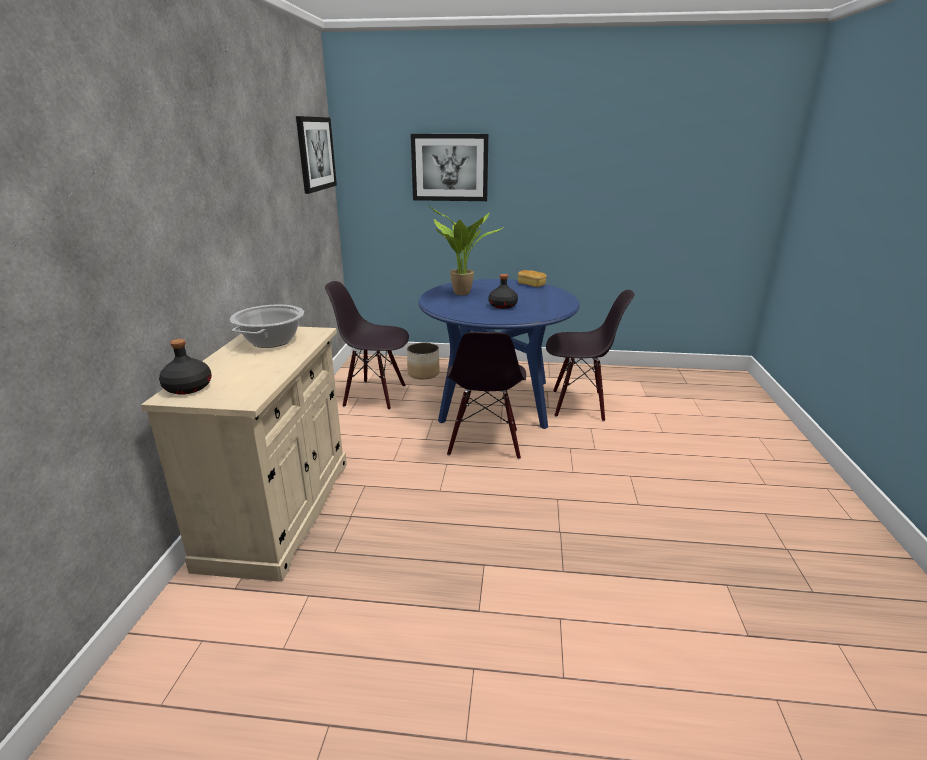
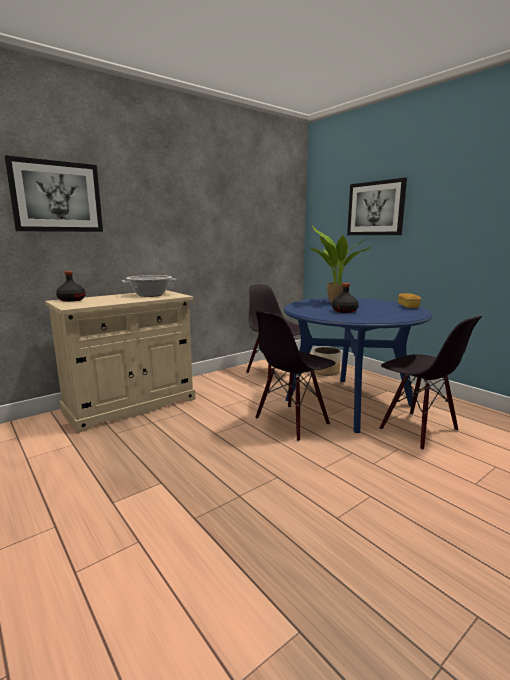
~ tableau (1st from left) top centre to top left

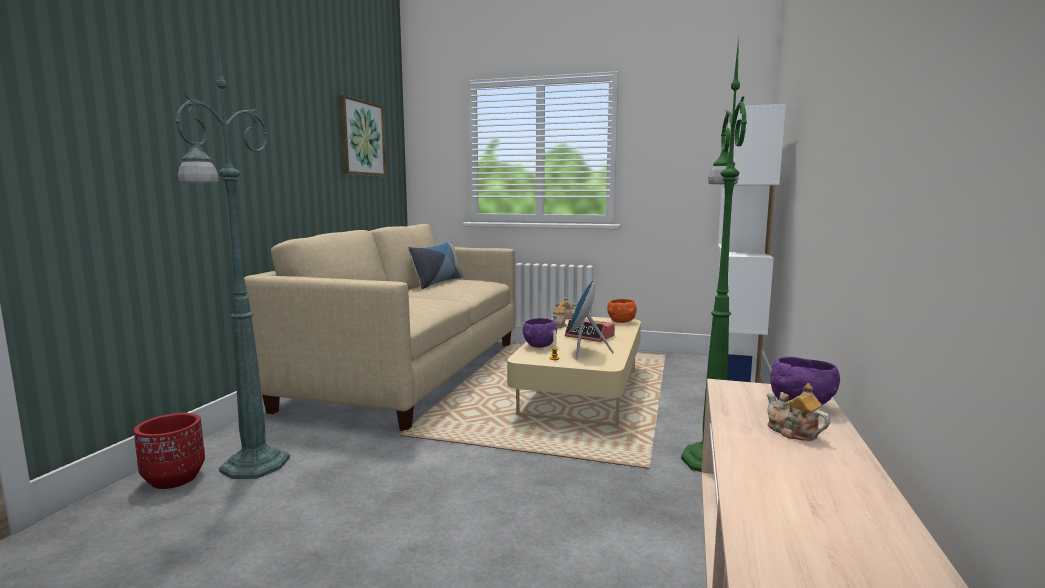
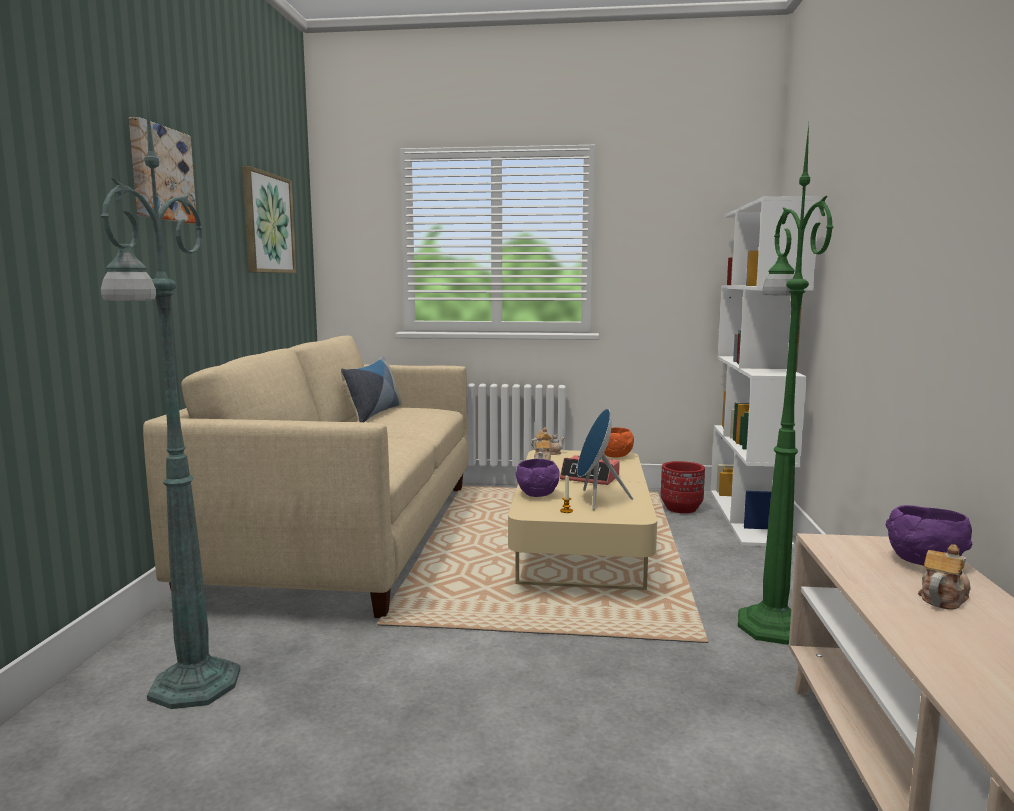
+ tableau (1st from left) top left
~ cache-pot (rouge) bottom left to middle right
~ théière (3rd from left) bottom right = bottom right 90 degrees clockwise

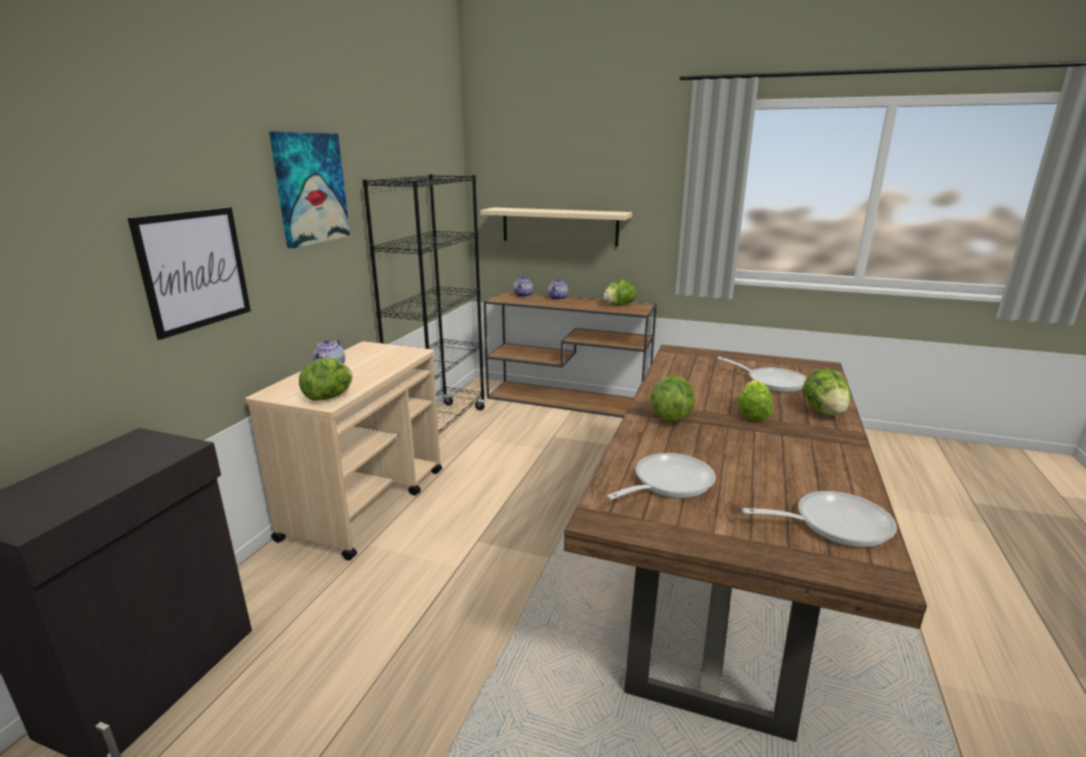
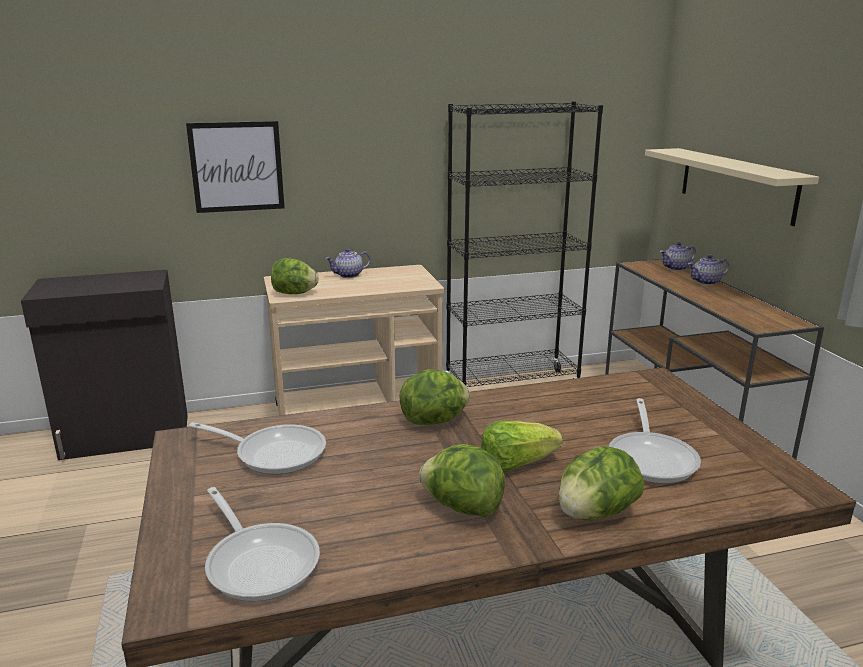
- tableau (2nd from left) top left
~ laitue (2nd from left in the first image) centre to laitue (3rd from left) bottom centre

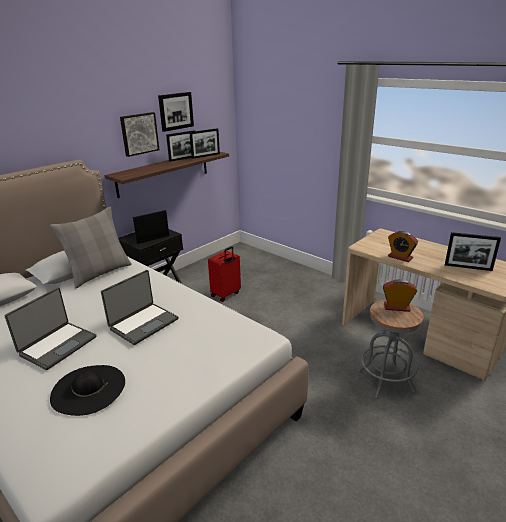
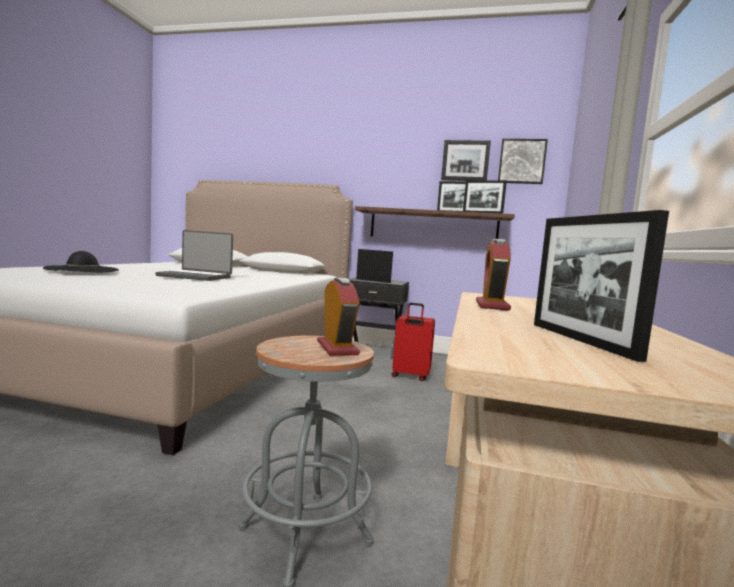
- ordinateur portable (1st from left) middle left
- coussin (gris) middle left
~ tableau (1st from left in the first image) top left to tableau (2nd from left) top right

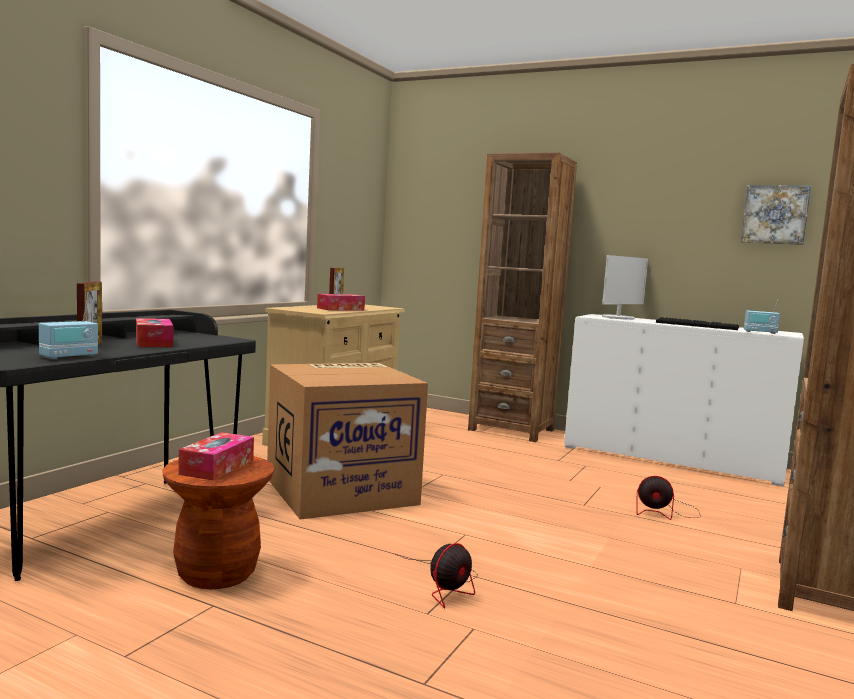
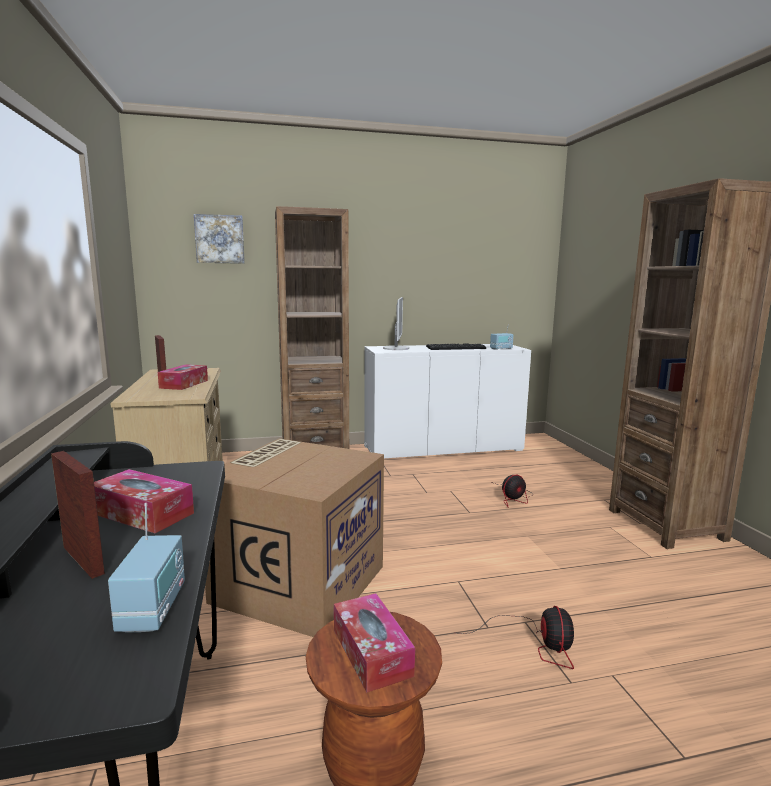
~ tableau top right to top left

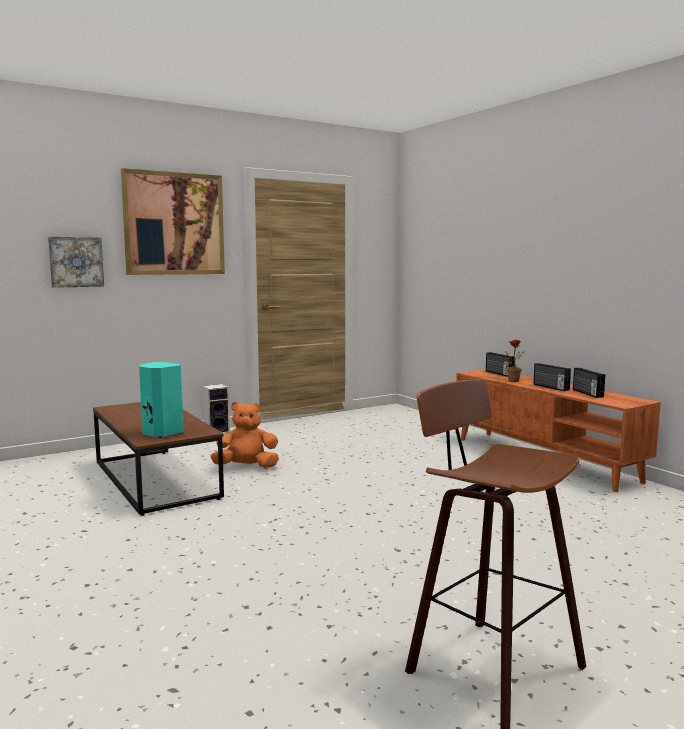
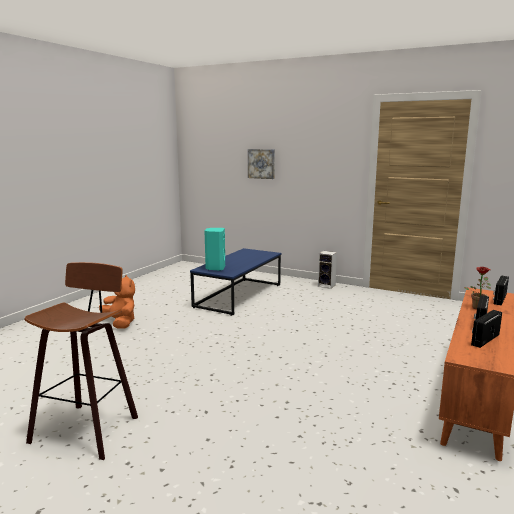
- tableau (2nd from left) top left
~ peluche (orange) centre to middle left
~ table basse (marron) middle left to table basse (bleu) centre

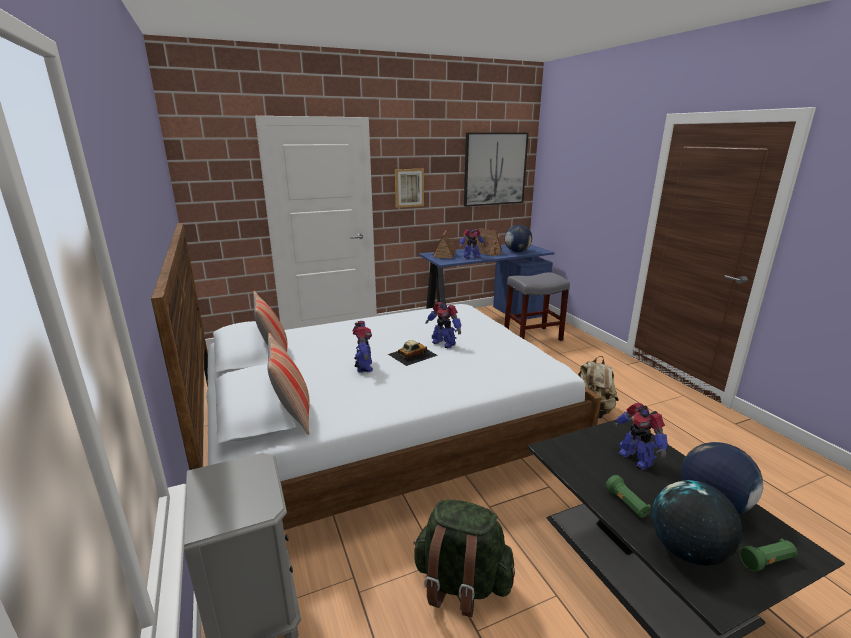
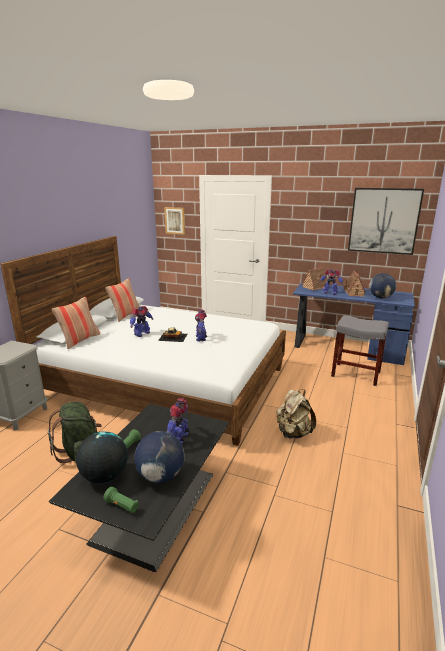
~ tableau (1st from left) top centre to centre

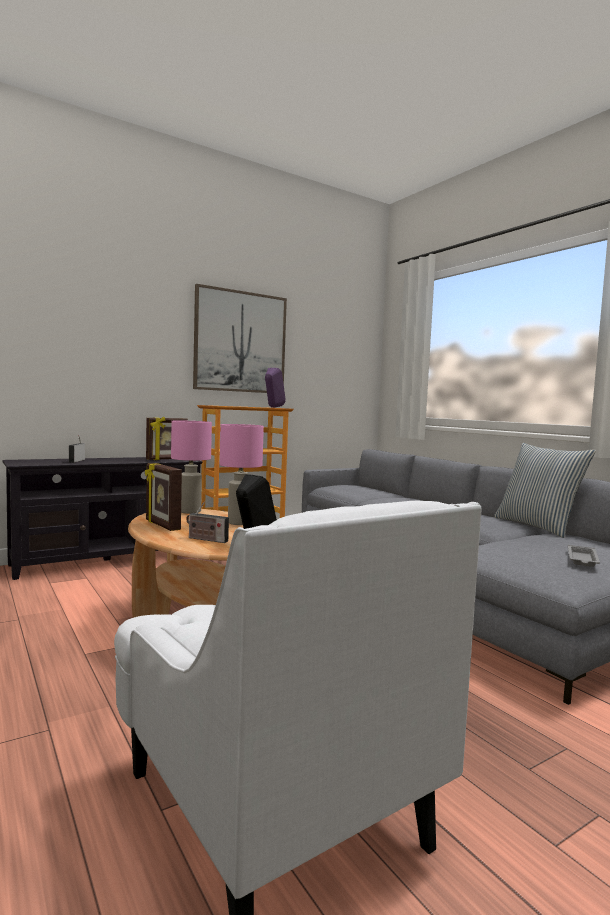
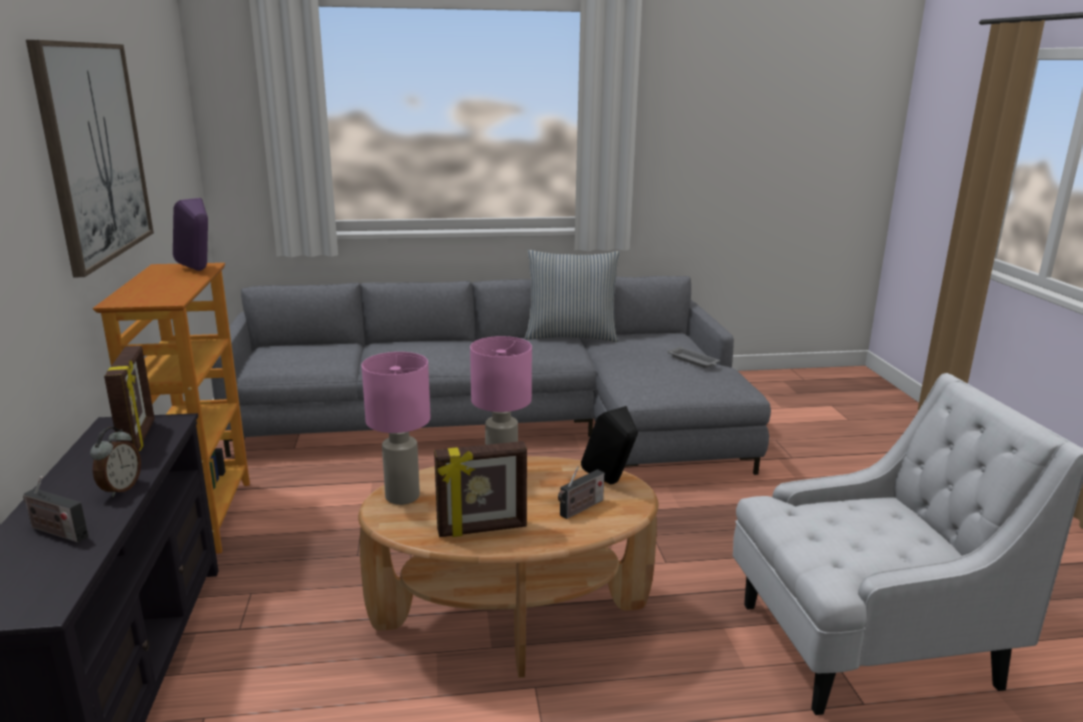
+ réveil middle left

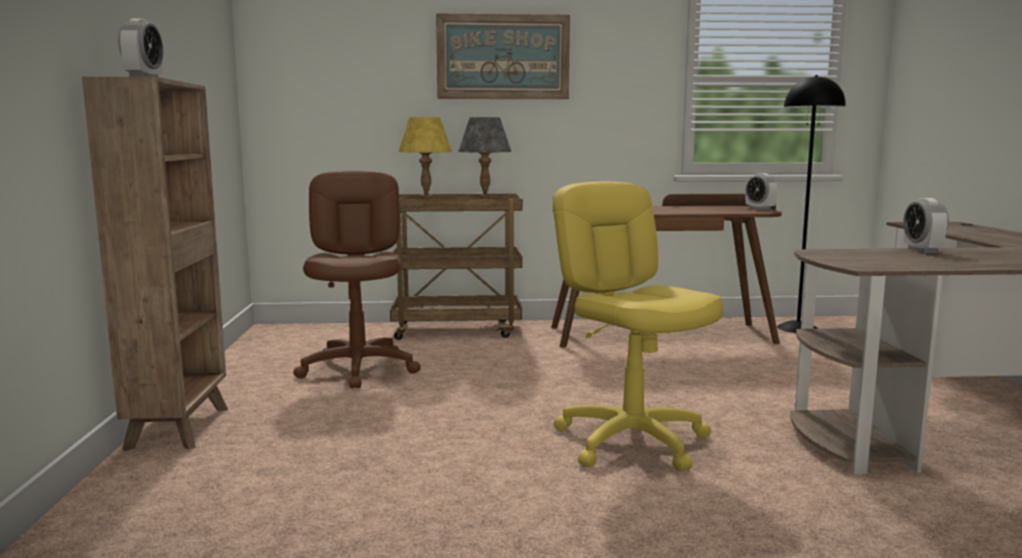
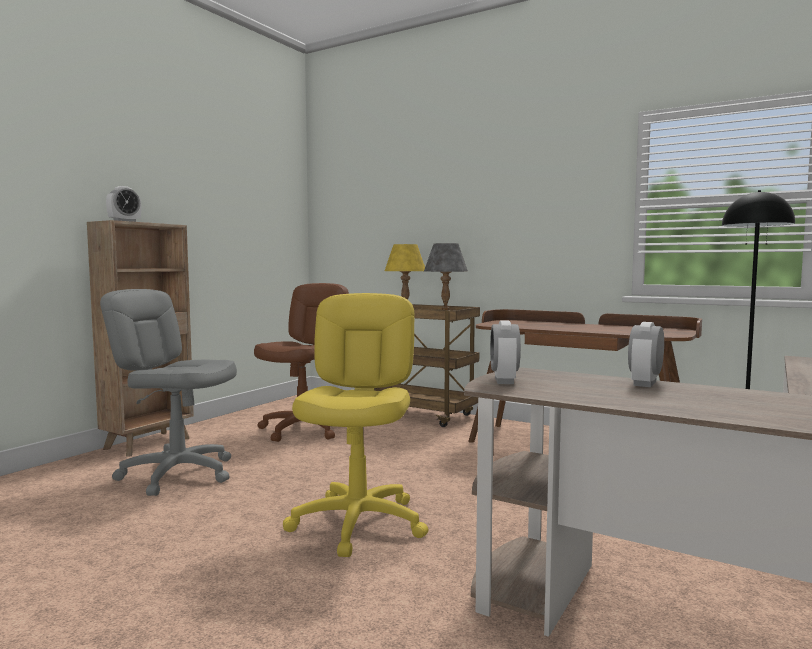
- tableau top centre
+ chaise de bureau (gris) middle left
~ réveil (2nd from left) middle right to centre

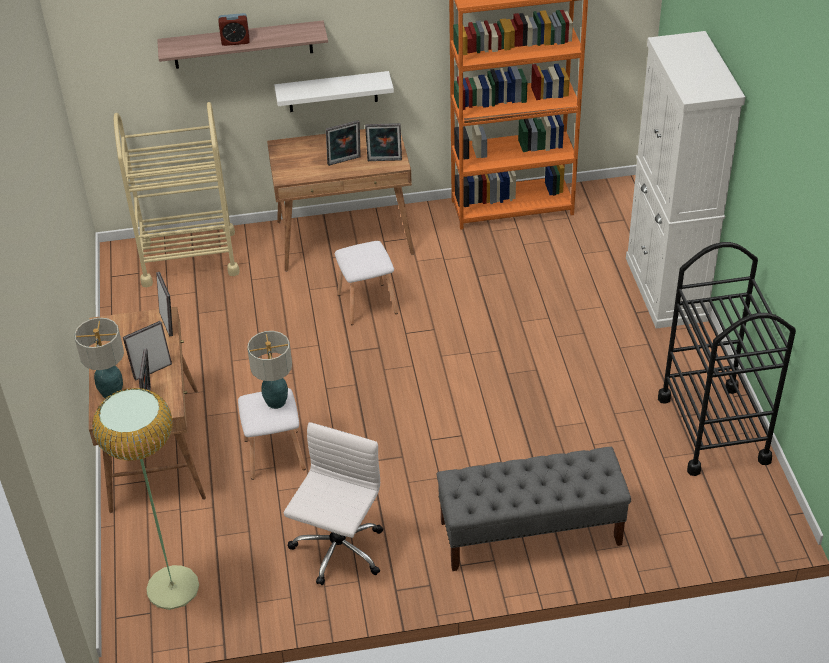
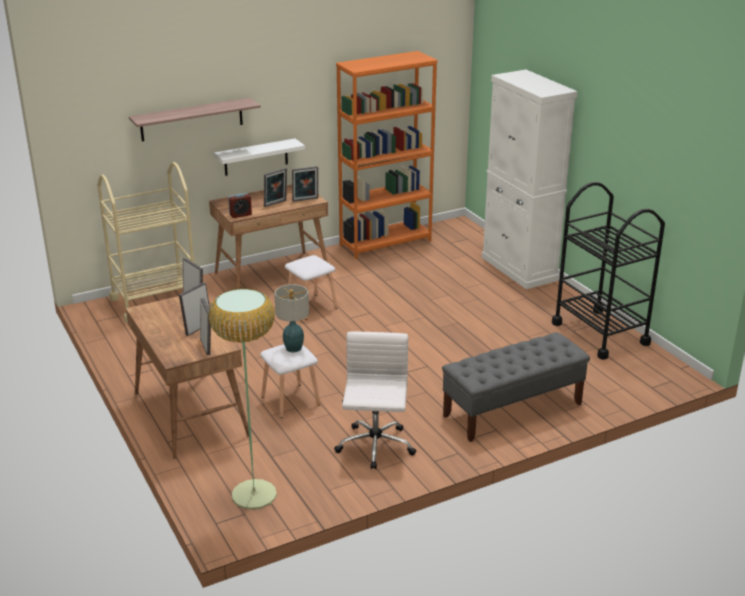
- lampe de table (1st from left) middle left
~ réveil top left to middle left

